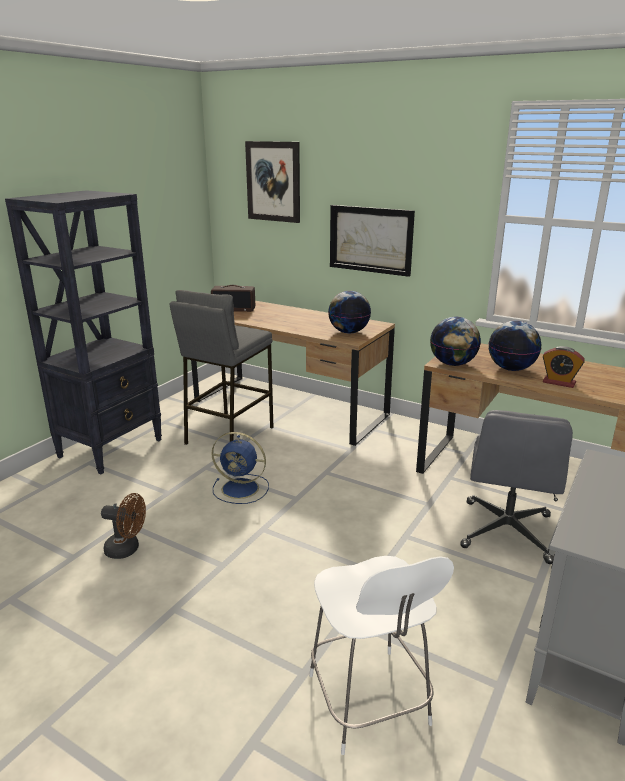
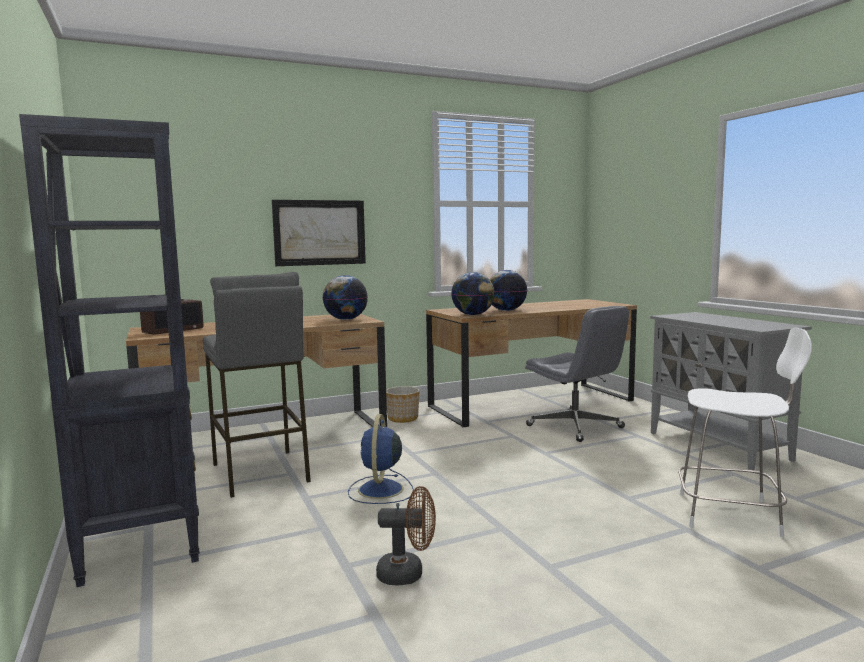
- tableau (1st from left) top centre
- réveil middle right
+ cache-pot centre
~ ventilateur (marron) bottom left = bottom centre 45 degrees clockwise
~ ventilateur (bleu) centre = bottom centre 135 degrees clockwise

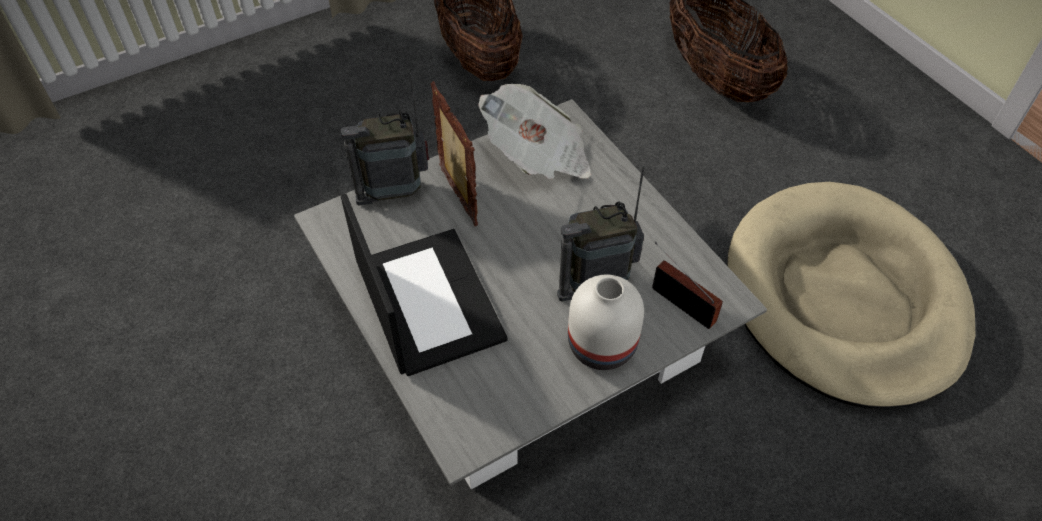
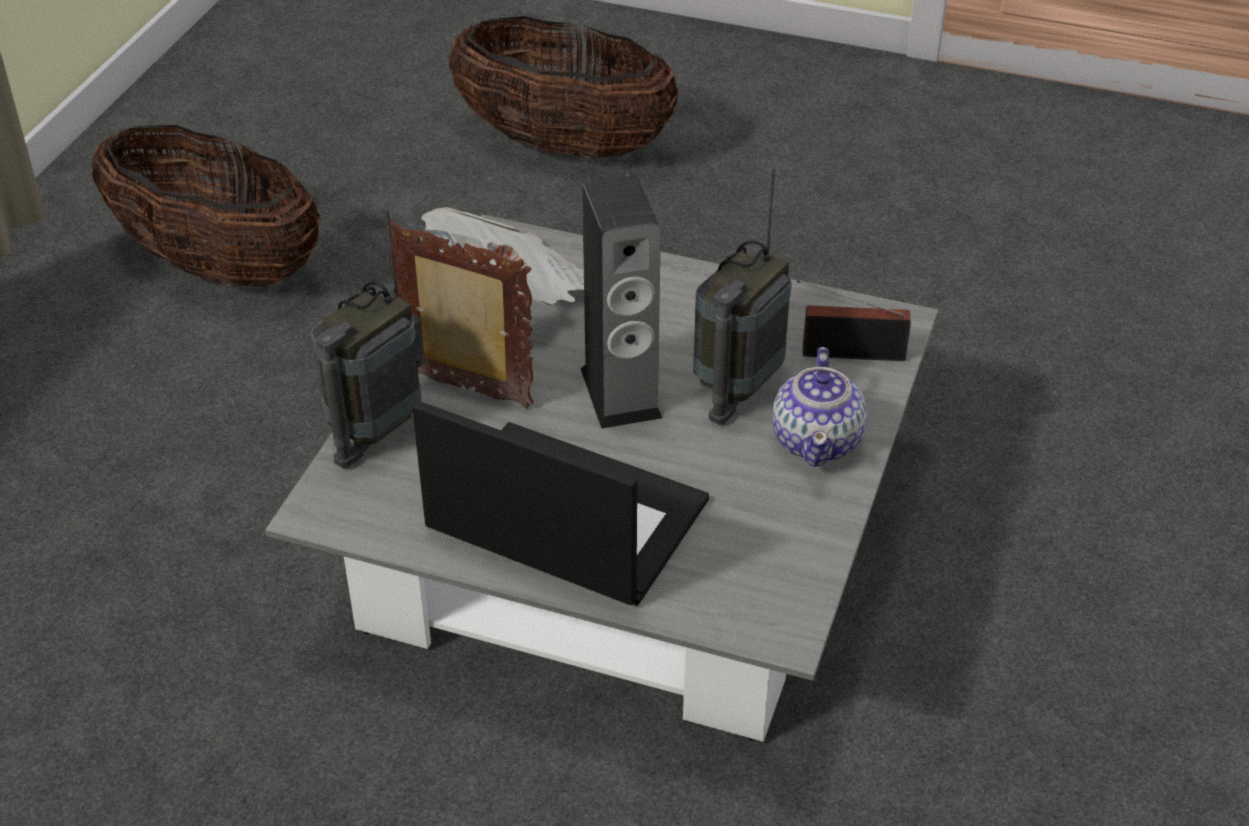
- panier pour chien (beige) middle right
+ enceinte centre
~ vase (blanc) centre to théière centre

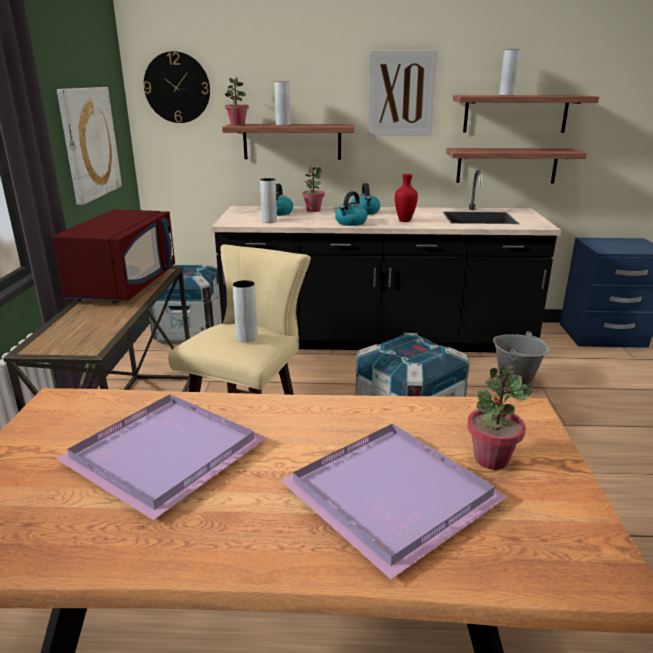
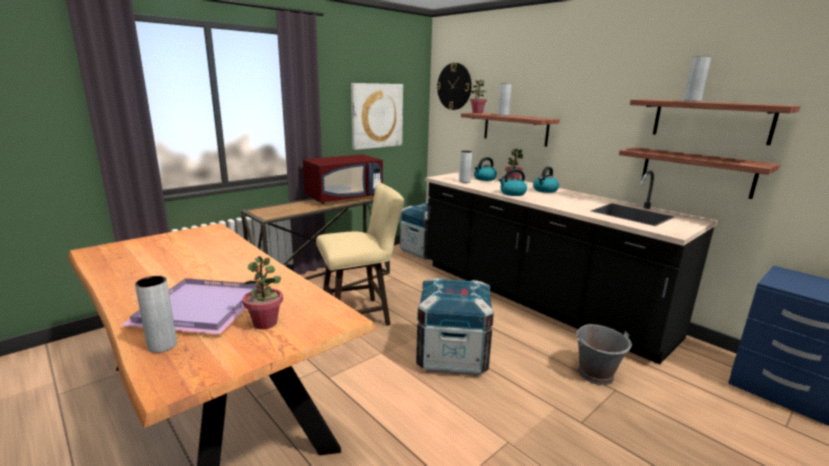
- plateau (violet) (1st from left) bottom left
- tableau (2nd from left) top centre
- vase (rouge) top centre
~ vase (gris) (1st from left) centre to bottom left

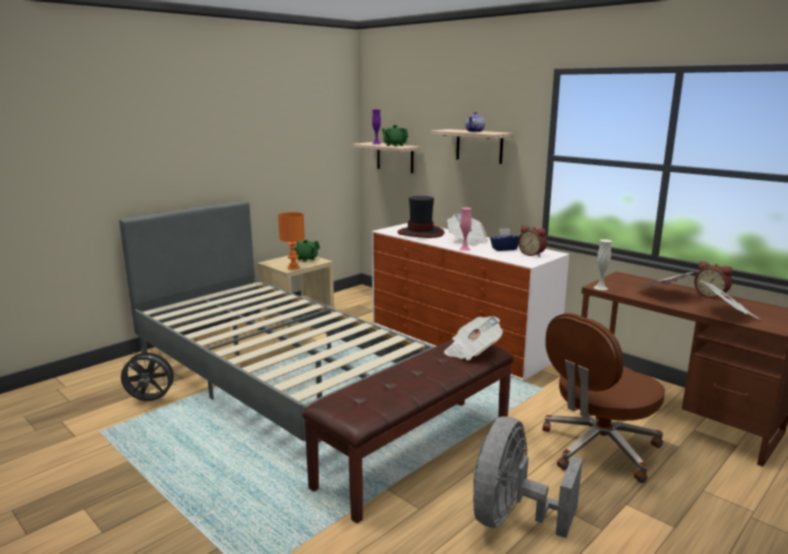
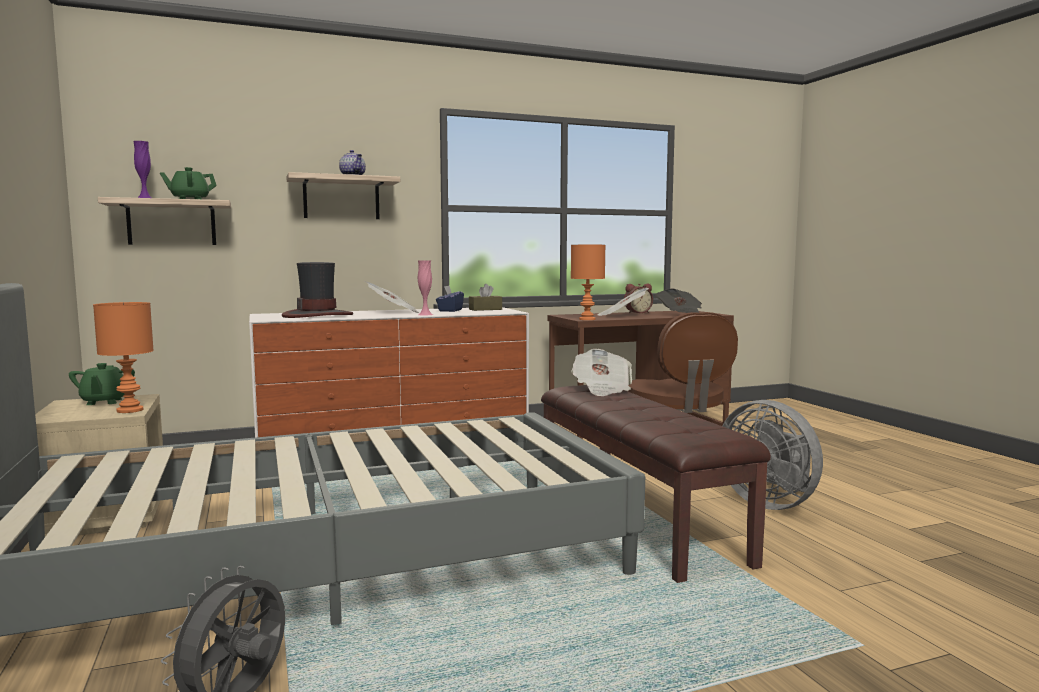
~ réveil (1st from left) middle right to boîte à mouchoirs (marron) centre
~ vase (blanc) middle right to lampe de table (orange) (2nd from left) centre

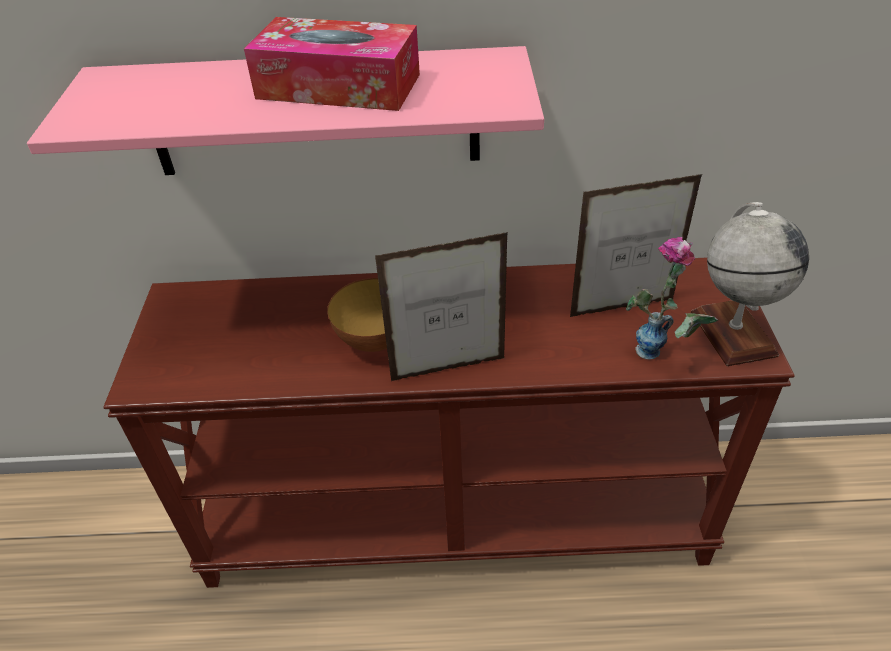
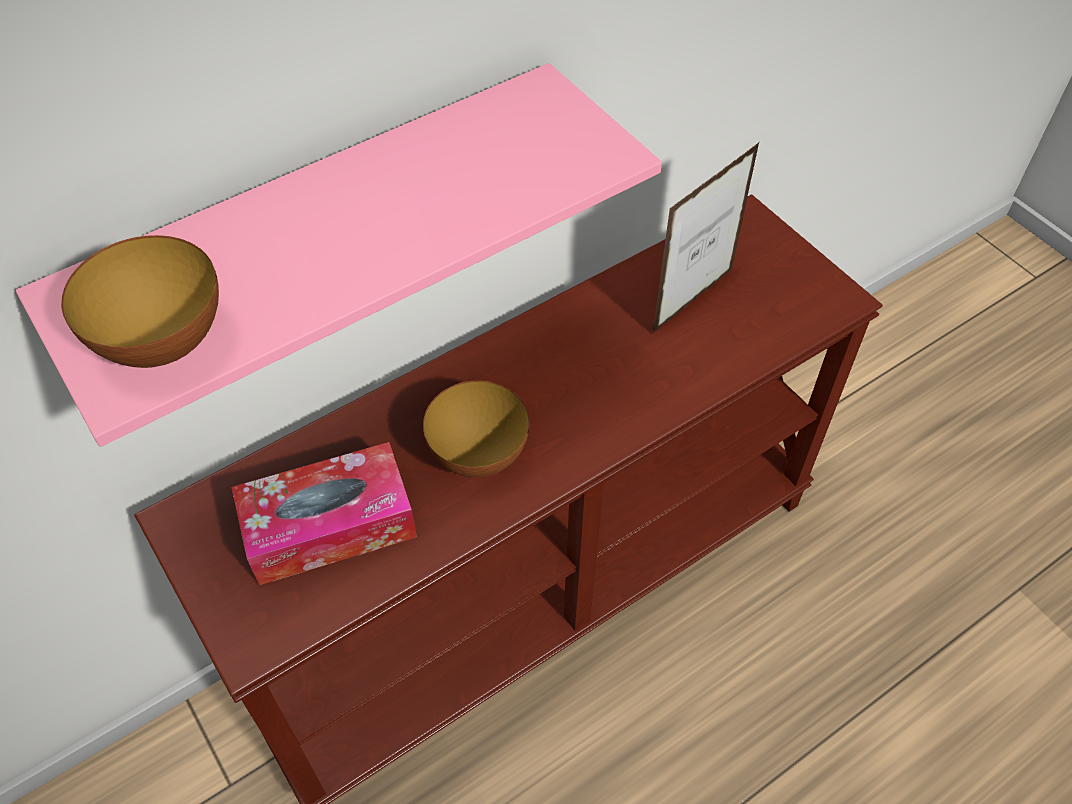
- cadre photo (1st from left) centre
- vase middle right
- globe middle right
+ bol (1st from left) middle left
~ boîte à mouchoirs top centre to middle left

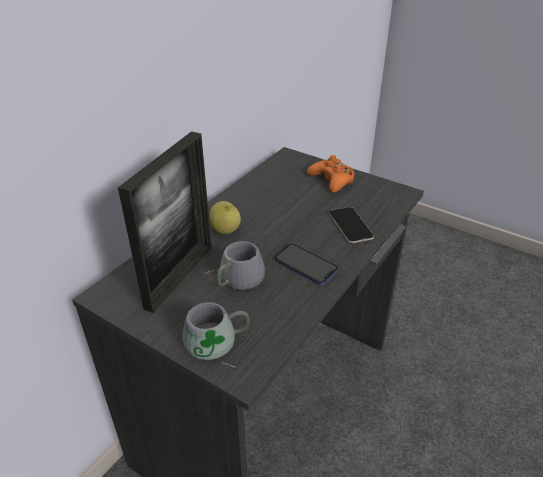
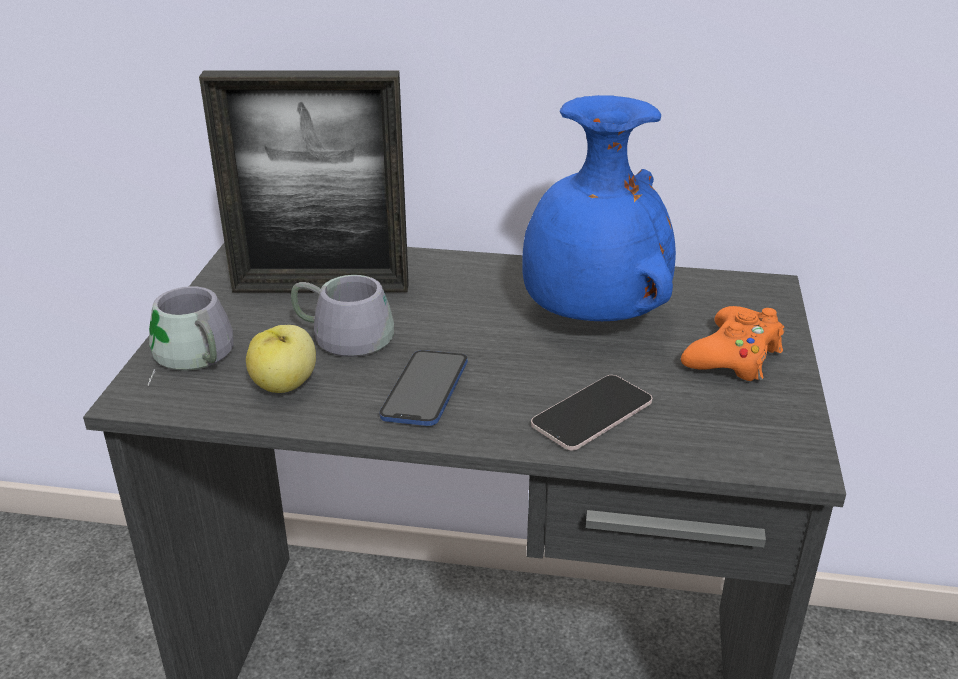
+ vase (bleu) top centre
~ pomme centre to middle left

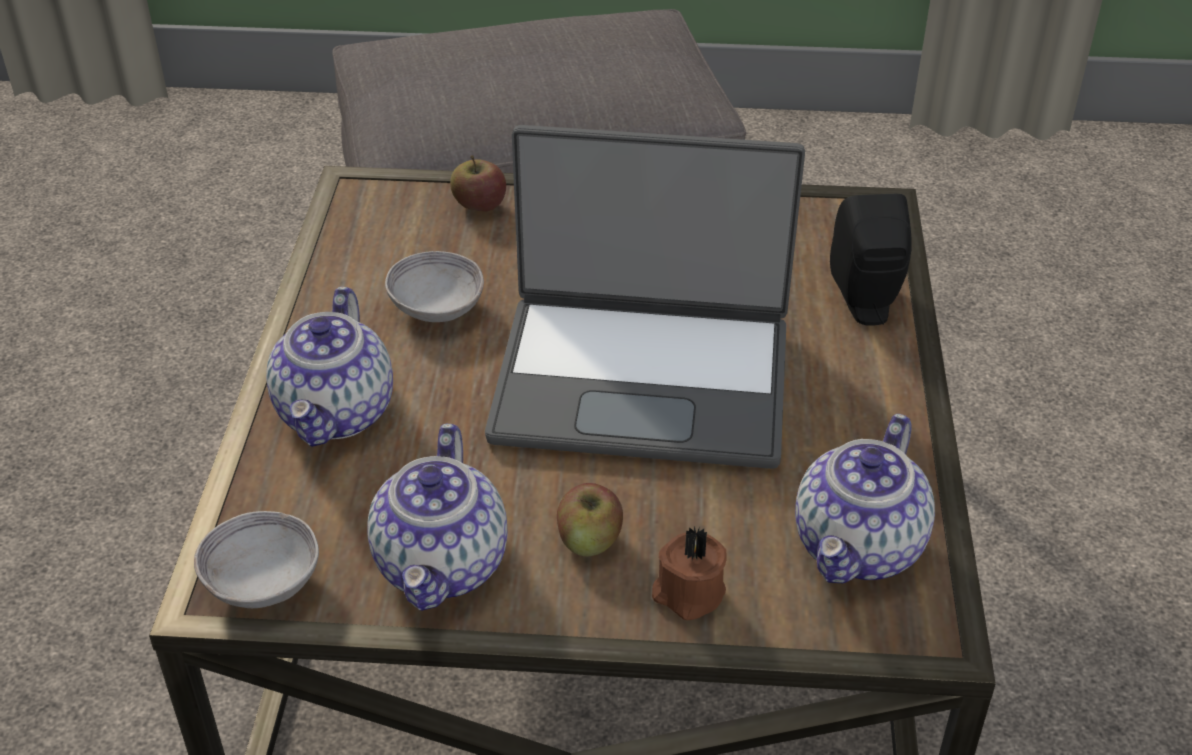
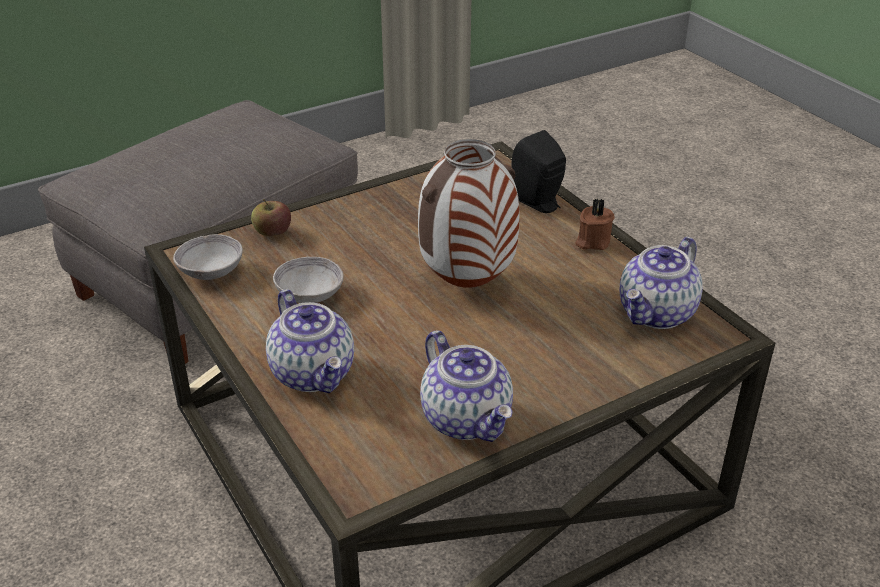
- pomme (2nd from left) bottom centre
~ bol (gris) (1st from left) bottom left to middle left
~ bougie (marron) bottom centre to middle right
~ ordinateur portable centre to vase centre
~ théière (3rd from left) middle right = middle right 45 degrees clockwise

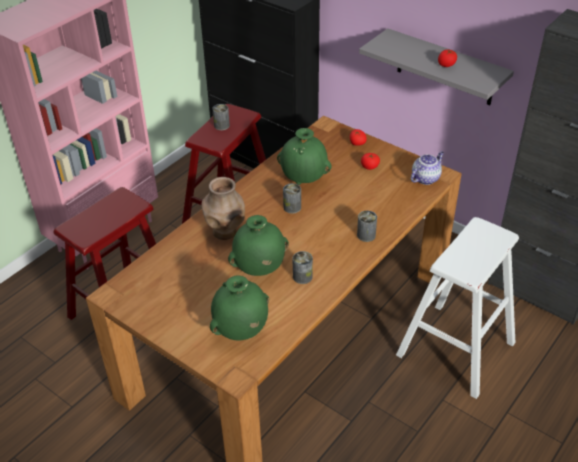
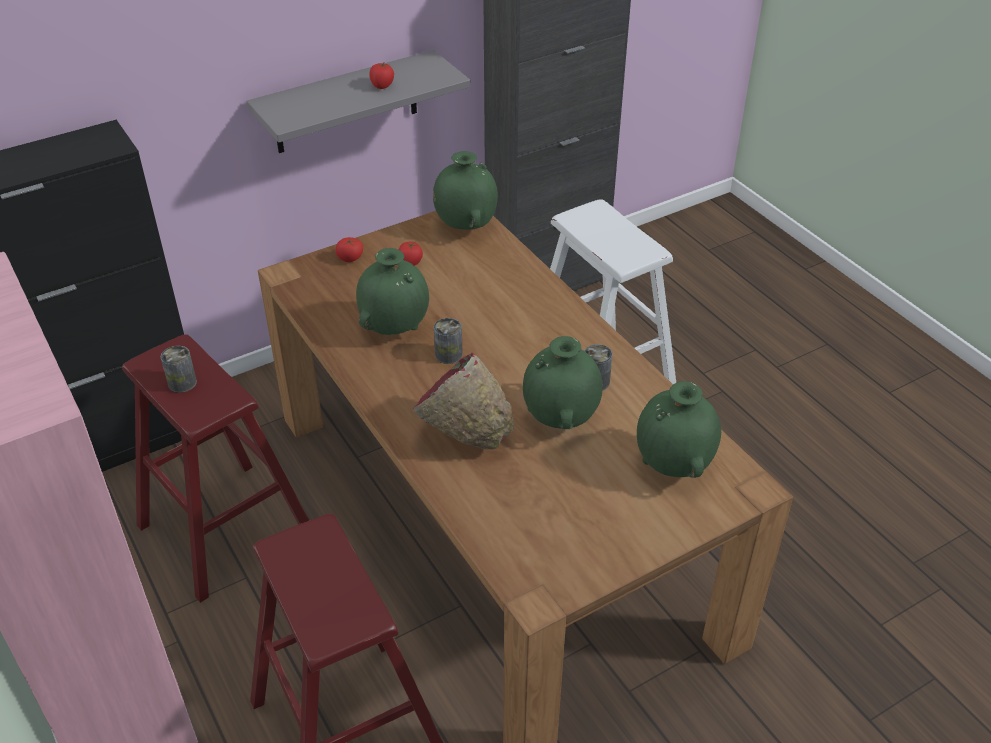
- boîte métallique (4th from left) centre
~ vase (marron) centre to bol (rouge) centre
~ théière middle right to vase (vert) (2nd from left) top centre

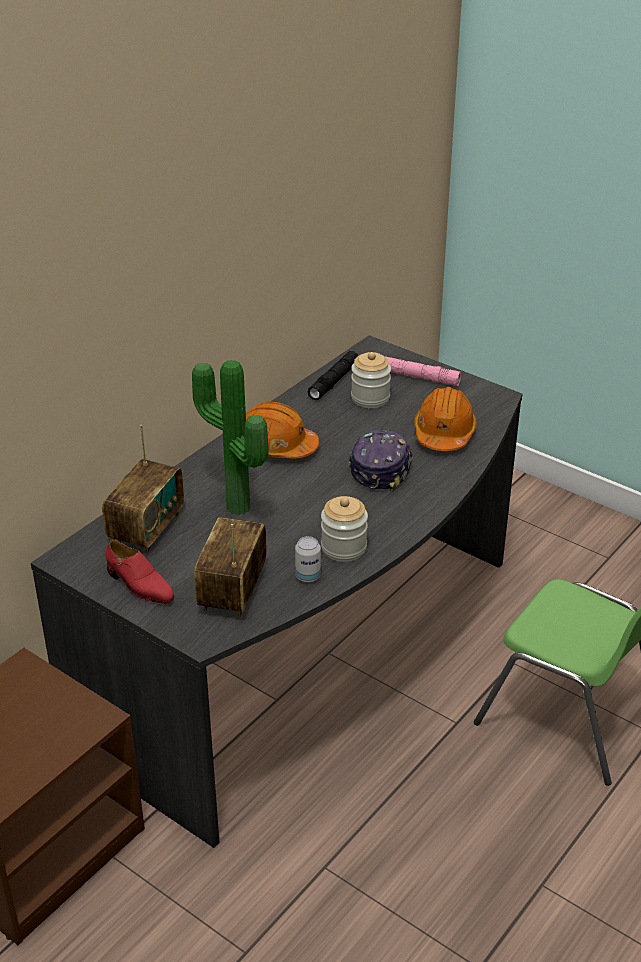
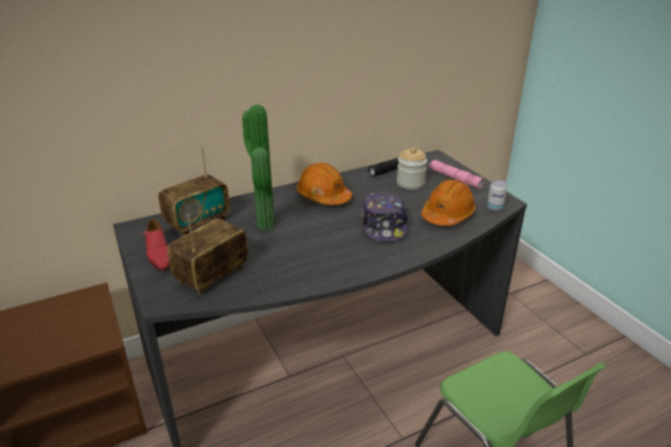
- bocal (1st from left) centre
~ boîte métallique centre to middle right
~ casquette centre = centre 135 degrees clockwise

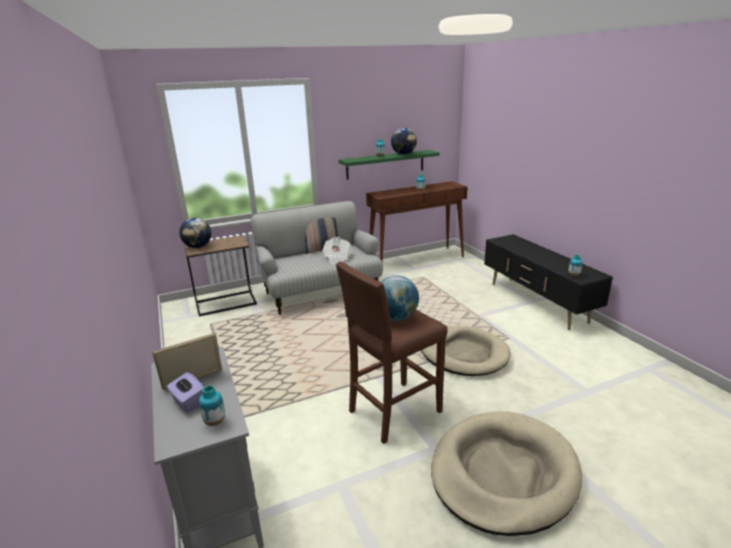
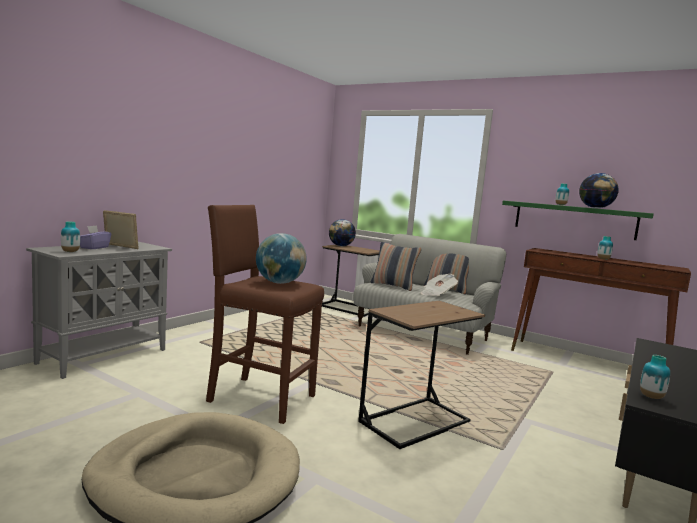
+ coussin (1st from left) centre
~ panier pour chien (beige) (1st from left) centre to table d'appoint (marron) (2nd from left) bottom centre

